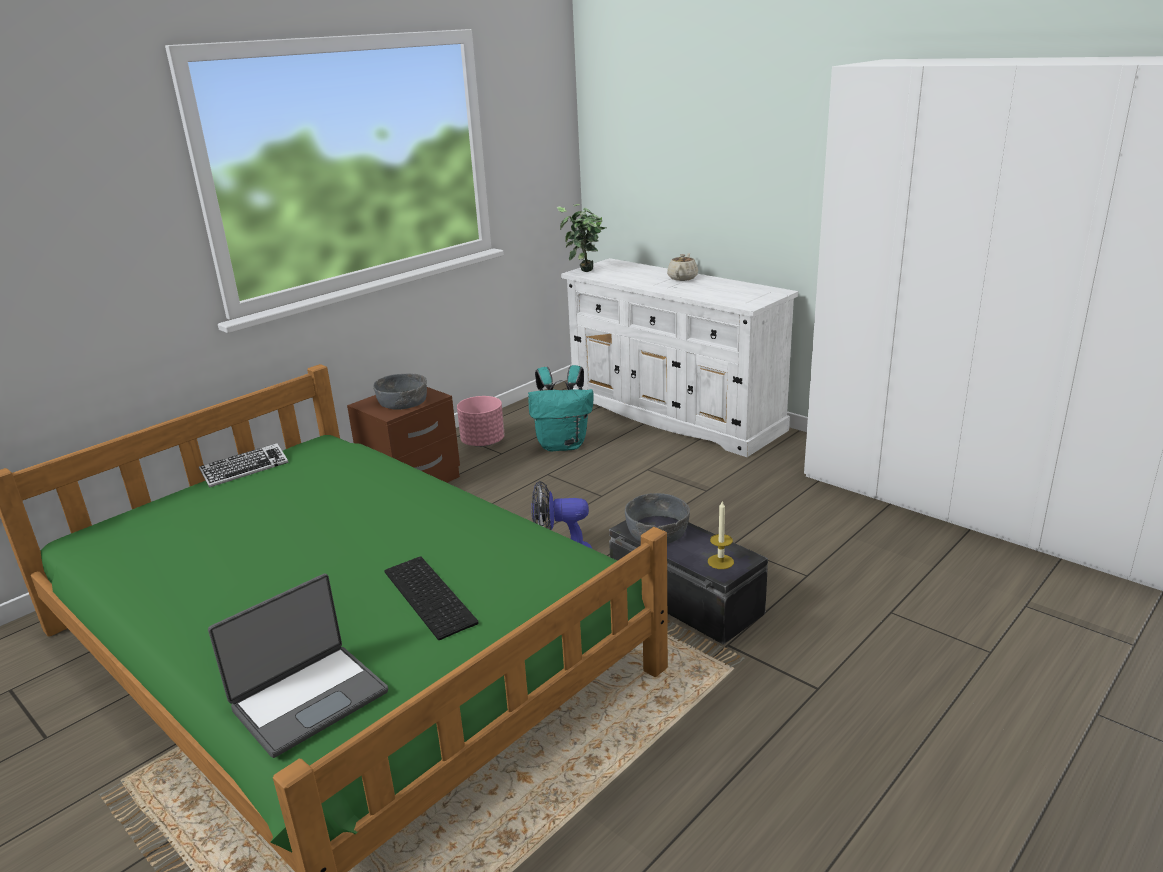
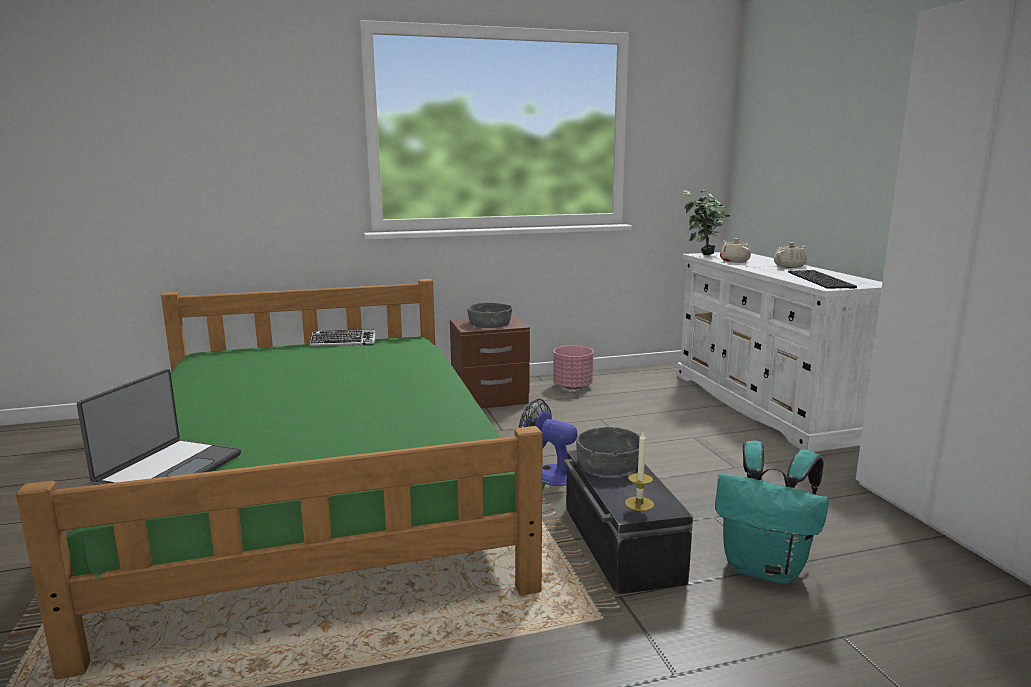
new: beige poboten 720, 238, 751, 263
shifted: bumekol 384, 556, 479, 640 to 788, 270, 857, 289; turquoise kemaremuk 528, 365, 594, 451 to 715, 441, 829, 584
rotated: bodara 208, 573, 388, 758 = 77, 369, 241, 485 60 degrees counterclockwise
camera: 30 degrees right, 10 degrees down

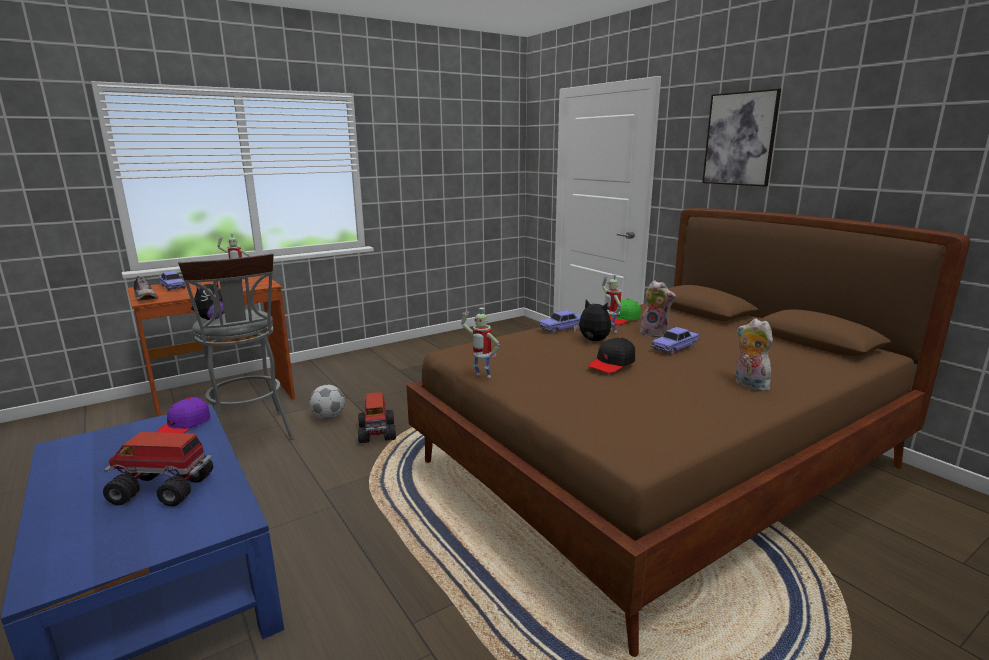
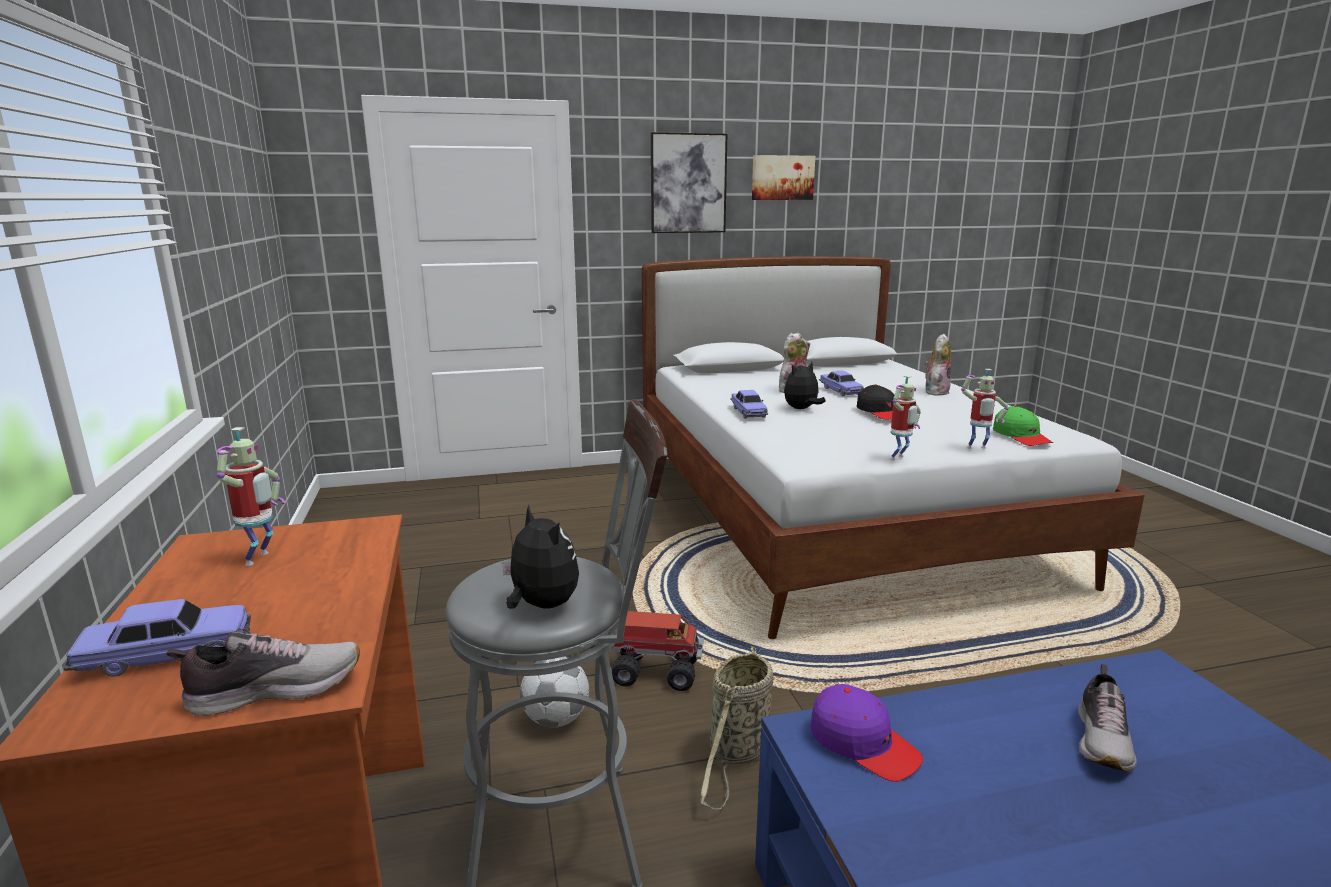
new: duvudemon 700, 646, 774, 809; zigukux 752, 155, 815, 200
shifted: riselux 602, 274, 621, 333 to 961, 369, 1009, 449; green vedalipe 610, 299, 641, 325 to 993, 406, 1053, 446
swapped: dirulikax 103, 432, 213, 506 to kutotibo 1078, 664, 1137, 772
repainted: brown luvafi 406, 208, 970, 657 to white luvafi 642, 256, 1145, 639
rotated: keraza 735, 318, 773, 392 = 925, 334, 951, 396 135 degrees clockwise
camera: 70 degrees left, 0 degrees up

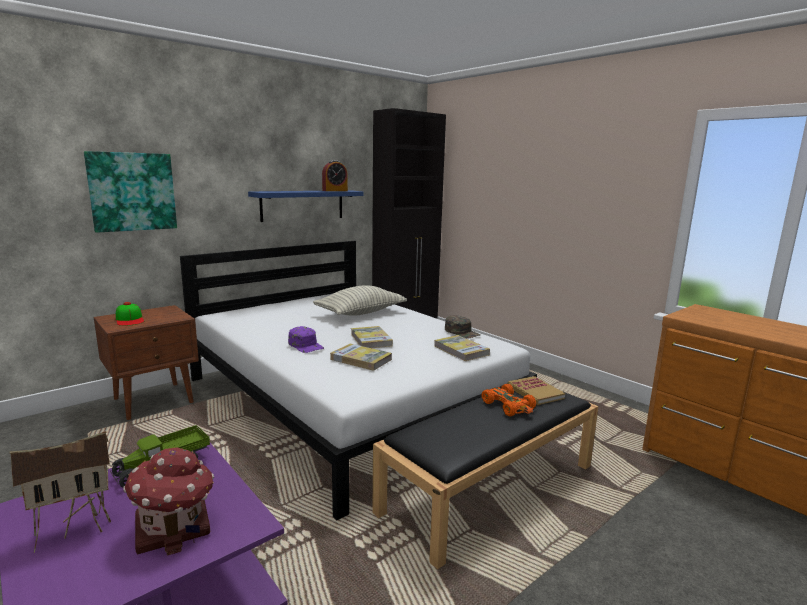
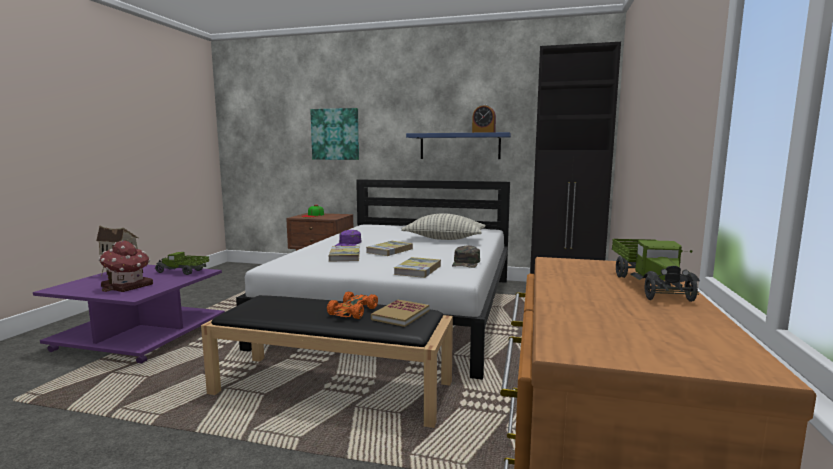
new: dirulikax 612, 239, 700, 302
camera: 55 degrees right, 5 degrees down

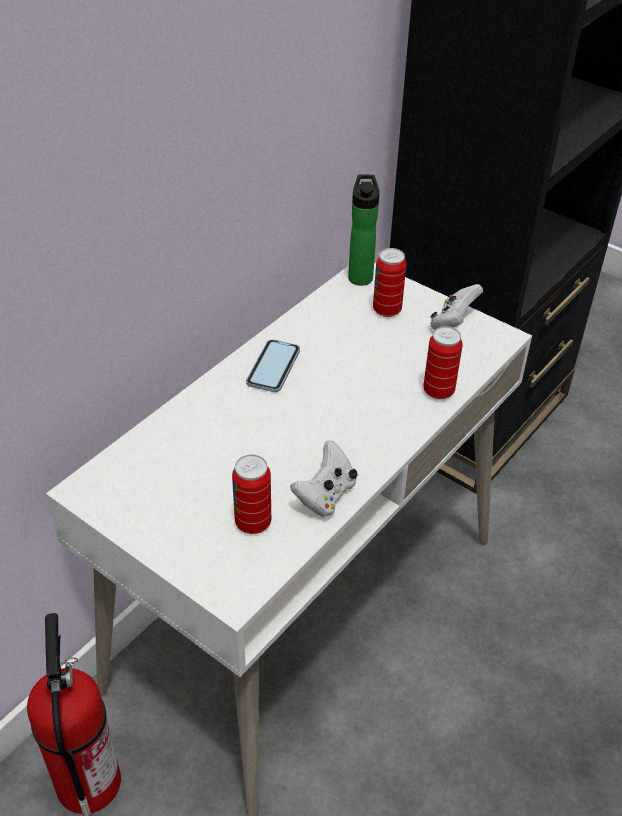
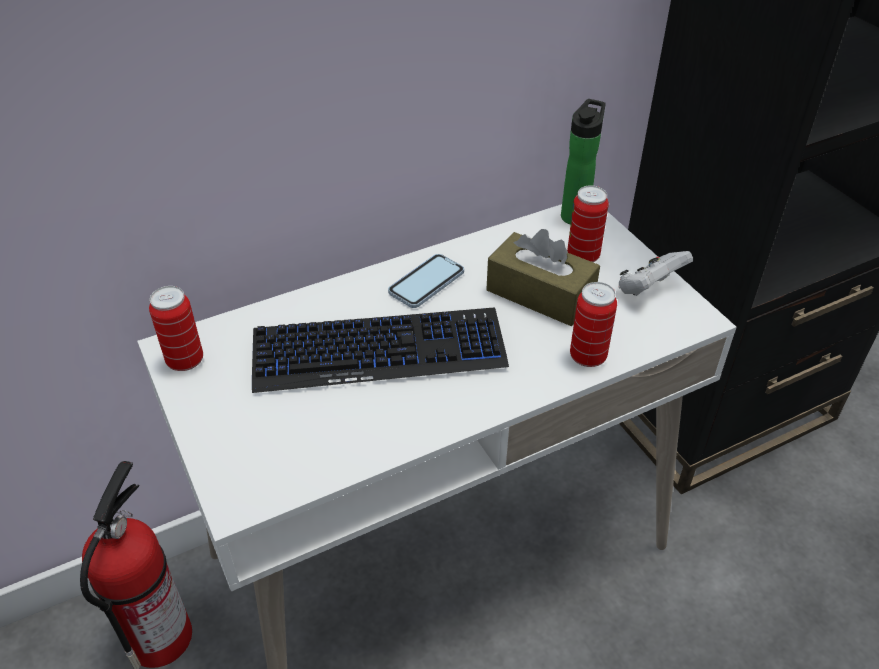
gone: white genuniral 290, 440, 358, 517
new: bumekol 252, 307, 509, 393; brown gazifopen 486, 229, 600, 326
shifted: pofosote 232, 454, 271, 534 to 149, 286, 203, 371
camera: 25 degrees right, 0 degrees up

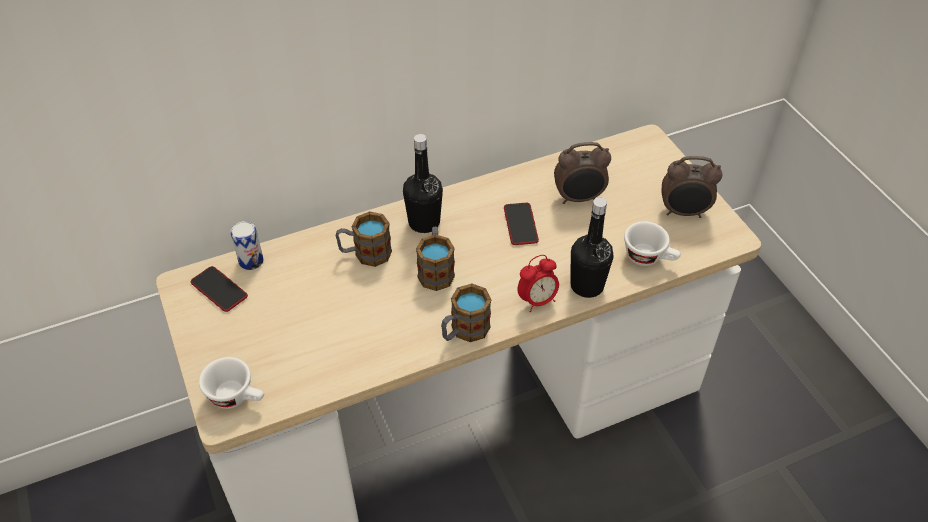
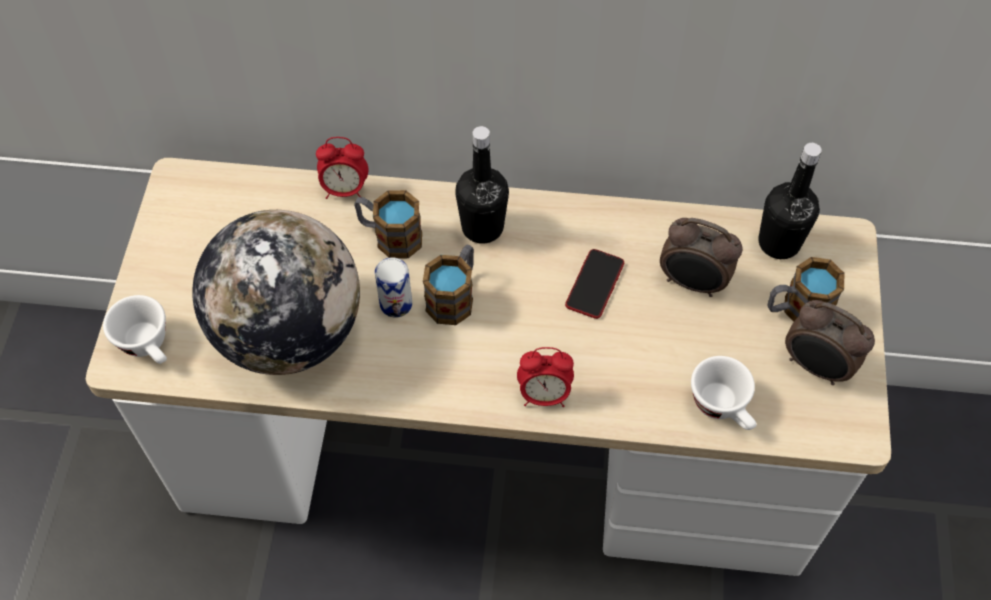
gone: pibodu 191, 266, 248, 312
new: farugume 192, 210, 360, 375; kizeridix 316, 137, 368, 199
shifted: pofosote 230, 221, 264, 270 to 375, 257, 412, 318; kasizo 441, 284, 491, 342 to 767, 257, 844, 321; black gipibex 570, 197, 613, 298 to 758, 143, 822, 259
camera: 30 degrees right, 10 degrees up

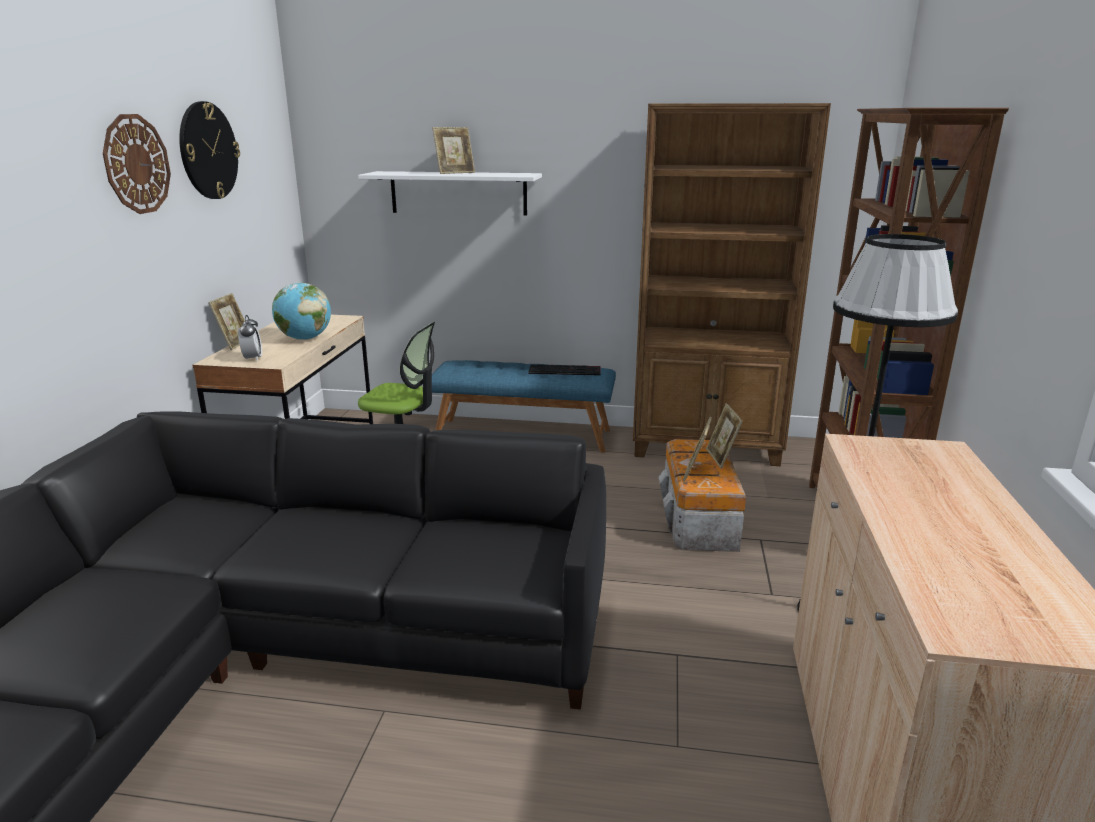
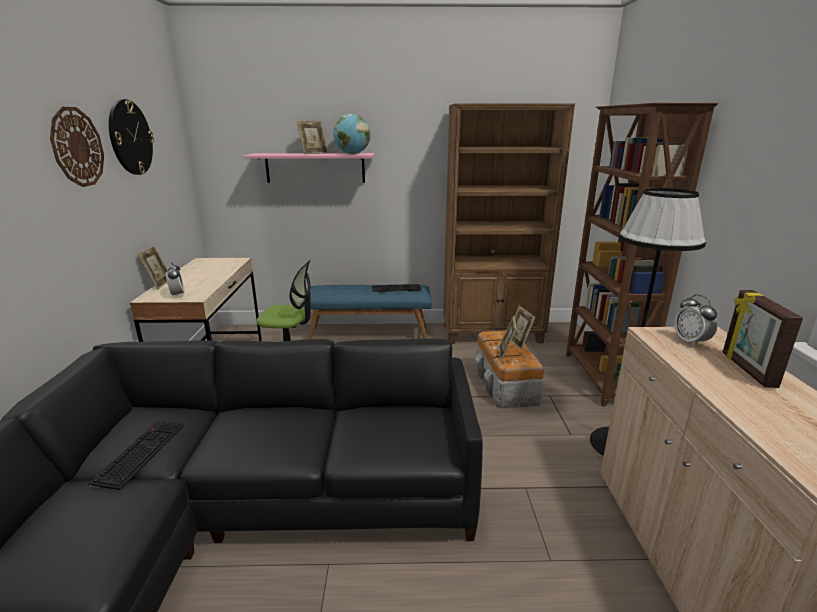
new: bumekol 88, 420, 184, 490; kizeridix 674, 294, 717, 347; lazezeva 723, 290, 803, 388
shifted: farugume 272, 283, 331, 340 to 333, 114, 371, 154
repainted: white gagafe 358, 171, 542, 215 to pink gagafe 243, 153, 375, 183
camera: 10 degrees left, 0 degrees up

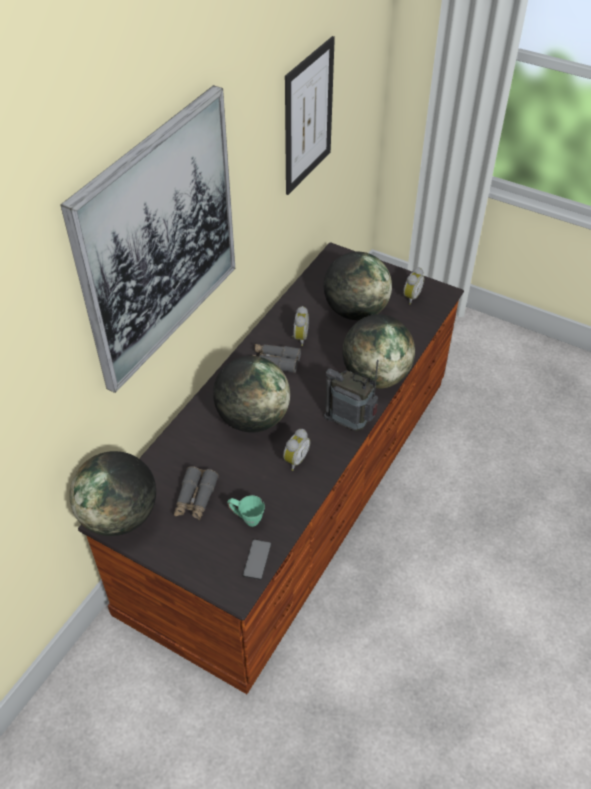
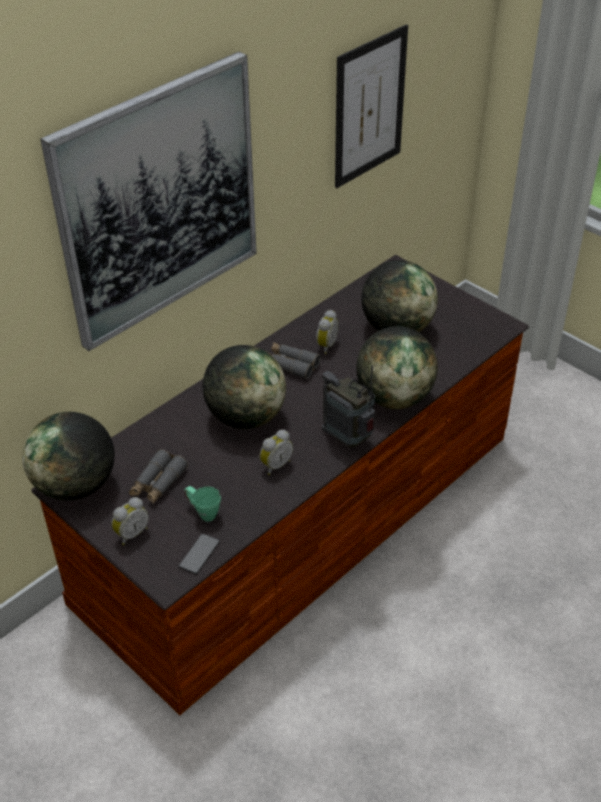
shifted: kizeridix 403, 267, 424, 305 to 112, 497, 149, 545
camera: 15 degrees right, 5 degrees down

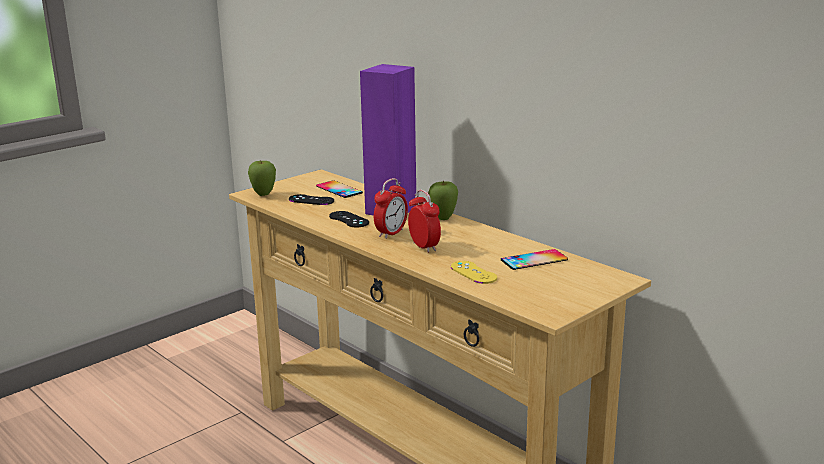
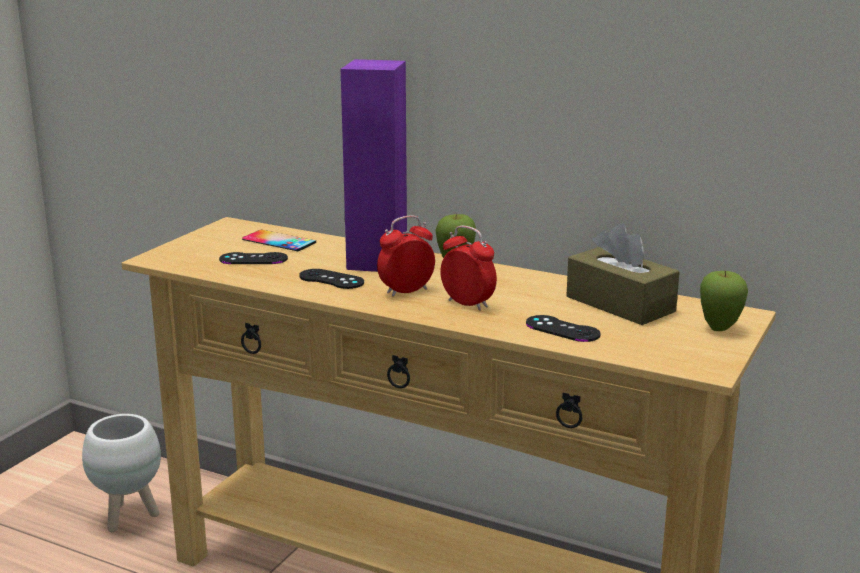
new: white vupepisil 82, 414, 161, 532
shifted: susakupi 248, 160, 276, 196 to 700, 271, 748, 331
swapped: pibodu 501, 249, 568, 270 to brown gazifopen 566, 224, 680, 325
repainted: yellow genuniral 451, 261, 497, 284 to black genuniral 526, 315, 601, 342
rotated: kizeridix 374, 178, 408, 239 = 377, 215, 435, 297 135 degrees counterclockwise
camera: 20 degrees left, 0 degrees up

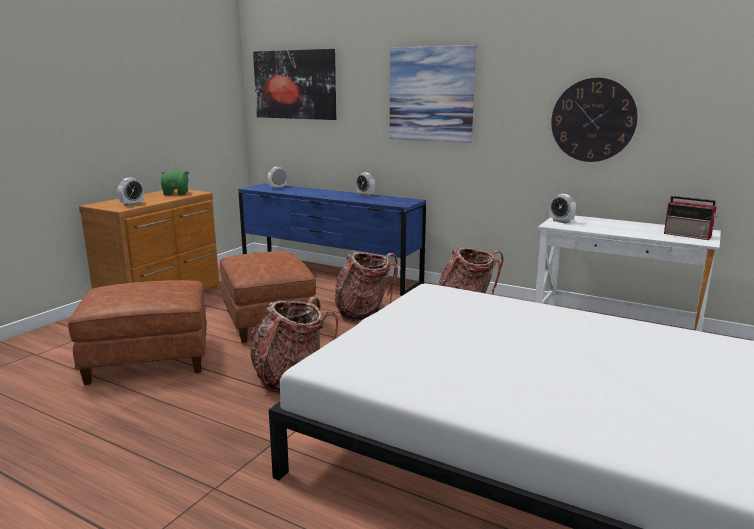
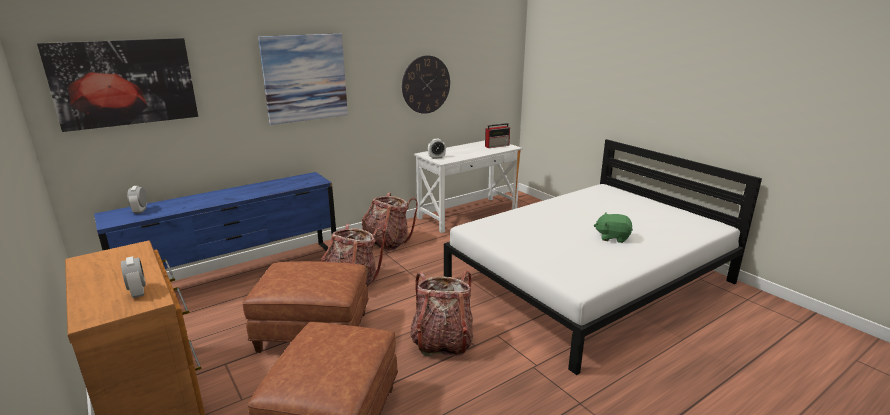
gone: kizeridix 356, 172, 375, 196
shifted: green keraza 161, 170, 189, 195 to 594, 212, 633, 243
camera: 65 degrees left, 5 degrees up

